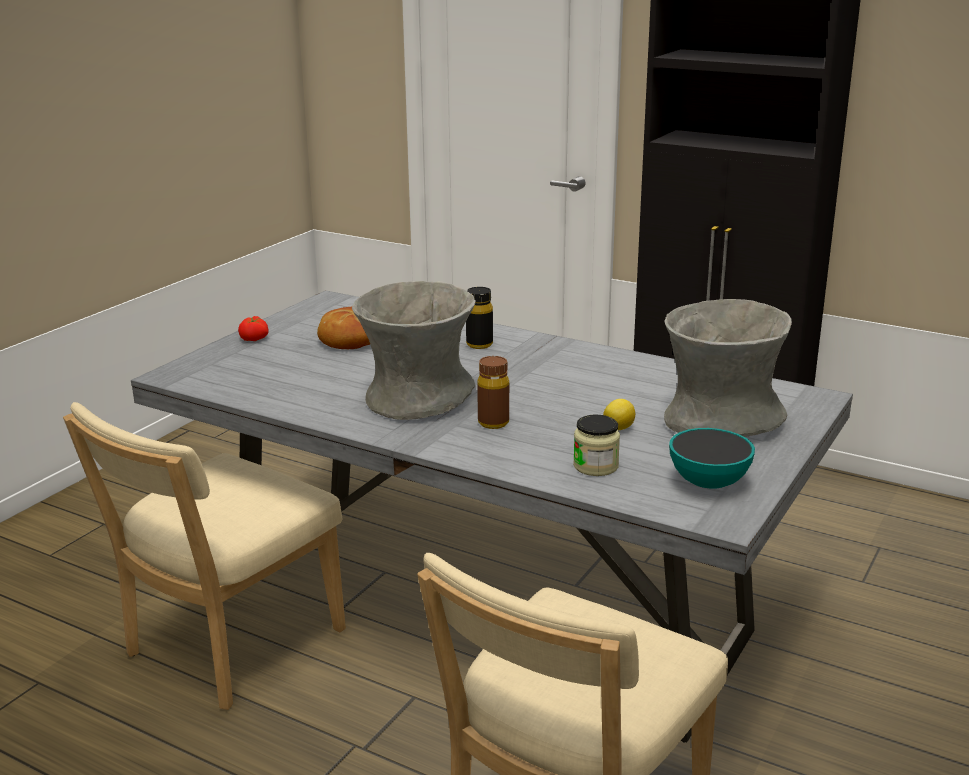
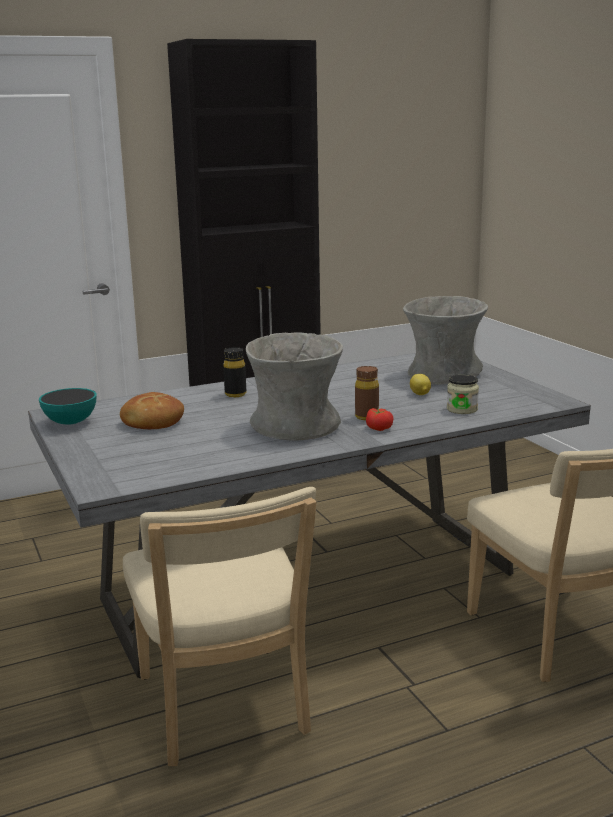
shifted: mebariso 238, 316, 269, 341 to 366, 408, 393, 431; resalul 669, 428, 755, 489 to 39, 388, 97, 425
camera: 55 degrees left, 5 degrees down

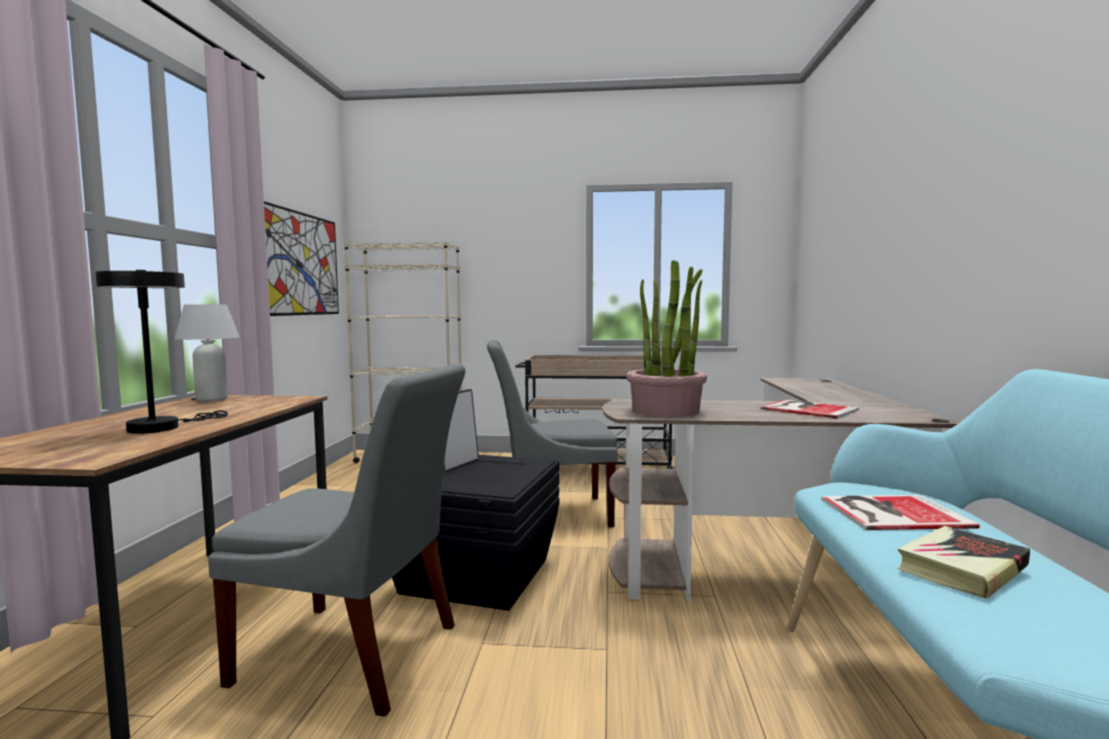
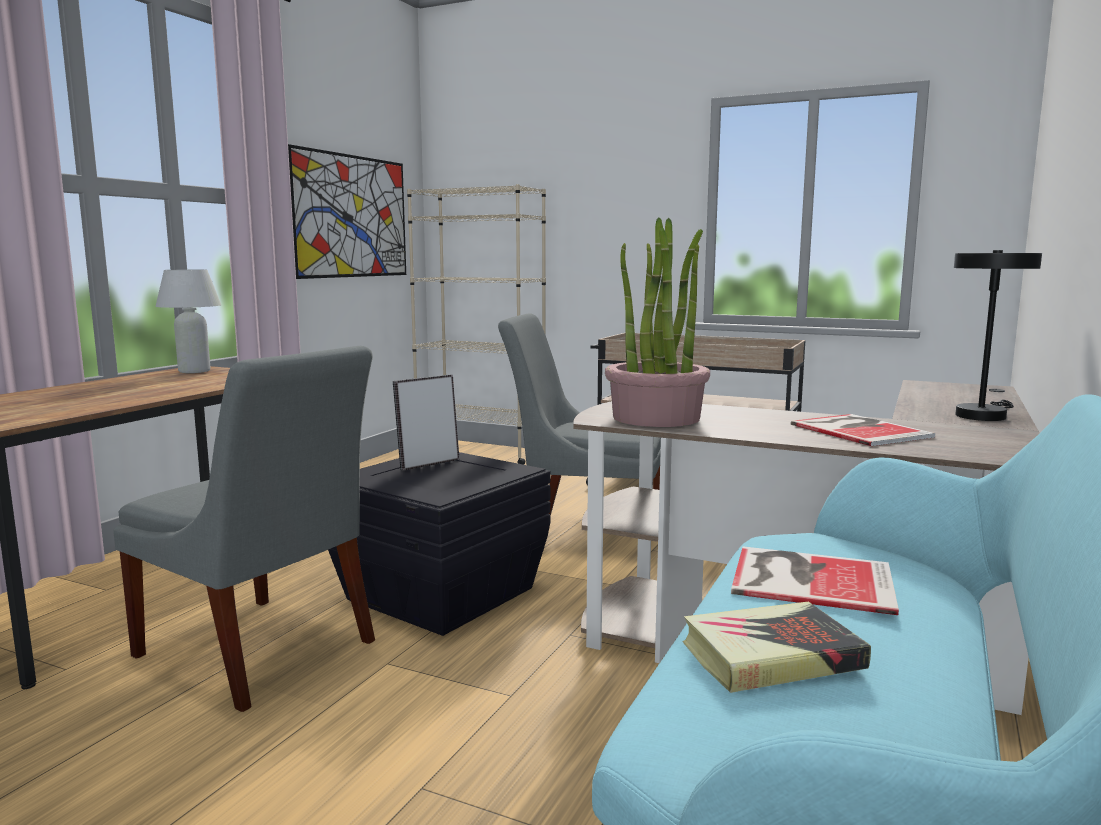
shifted: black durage 95, 270, 228, 434 to 954, 250, 1042, 421
camera: 20 degrees right, 5 degrees up

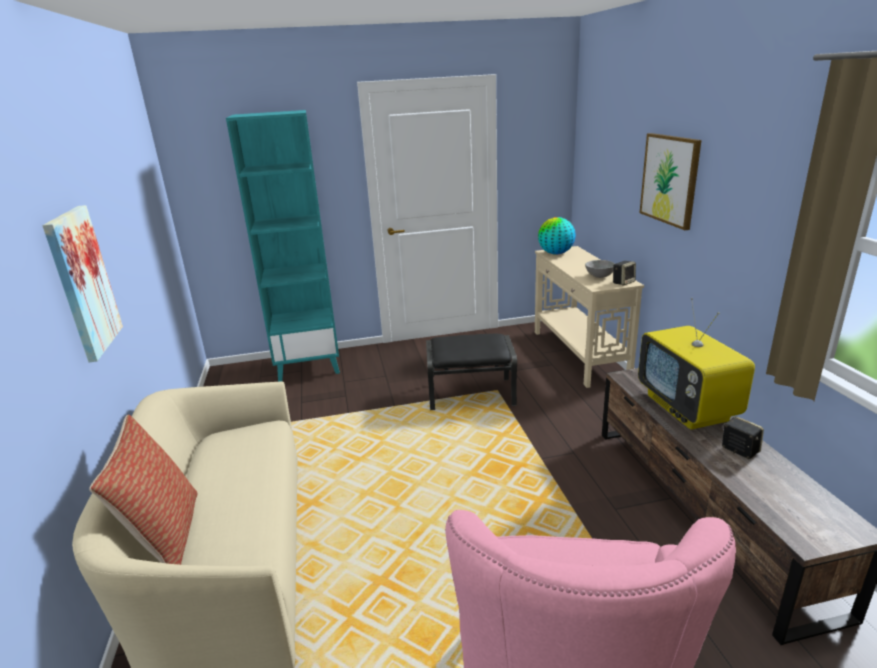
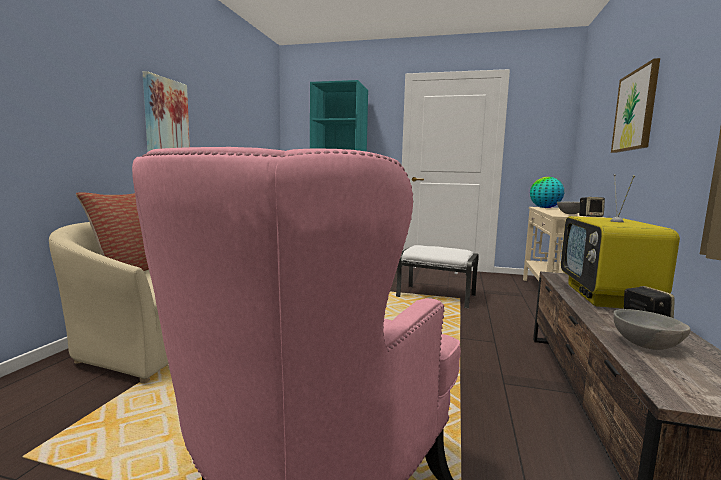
new: grey resalul 613, 309, 690, 350
repainted: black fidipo 426, 334, 517, 410 to white fidipo 396, 245, 479, 308
camera: 25 degrees right, 15 degrees down

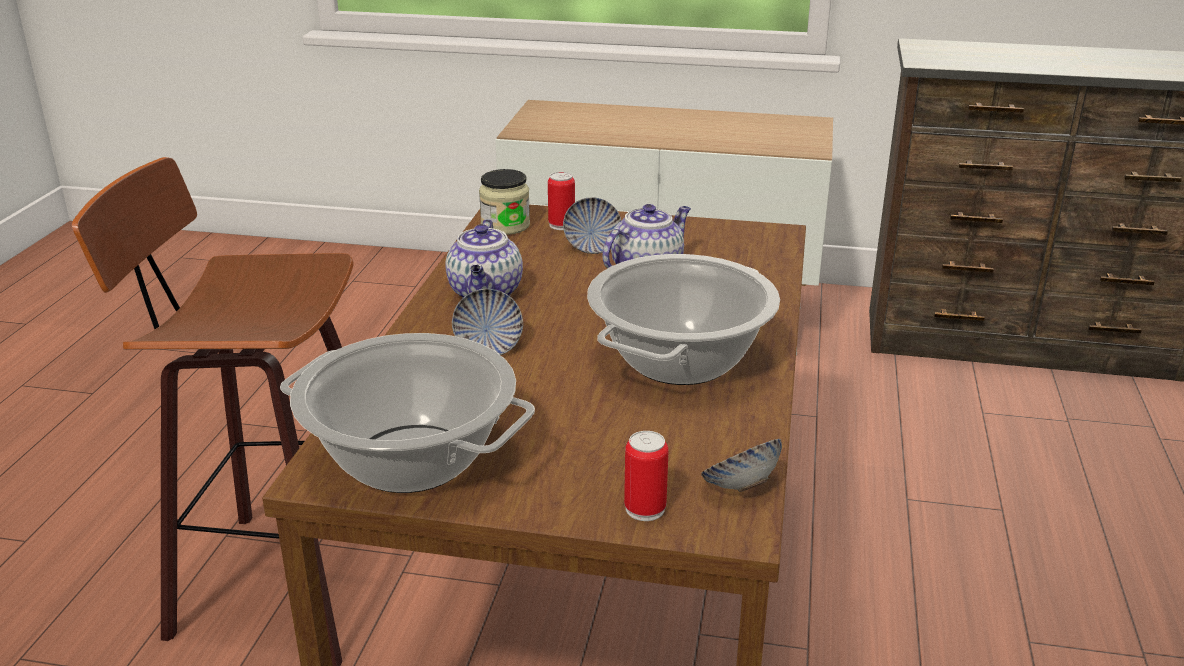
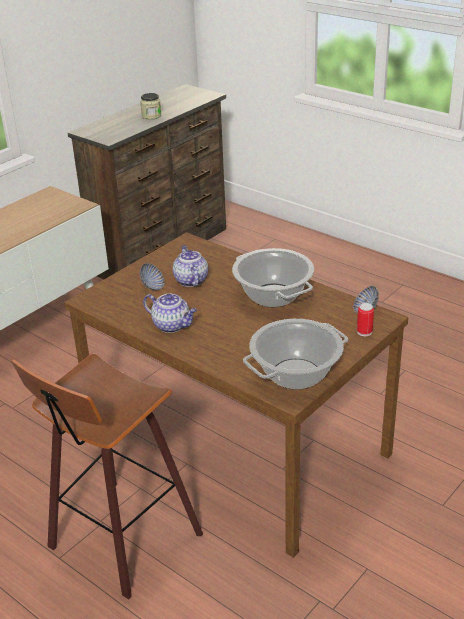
gone: resalul 452, 289, 523, 355; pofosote 548, 172, 575, 230
shifted: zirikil 479, 169, 530, 235 to 140, 93, 161, 120
camera: 60 degrees left, 5 degrees up

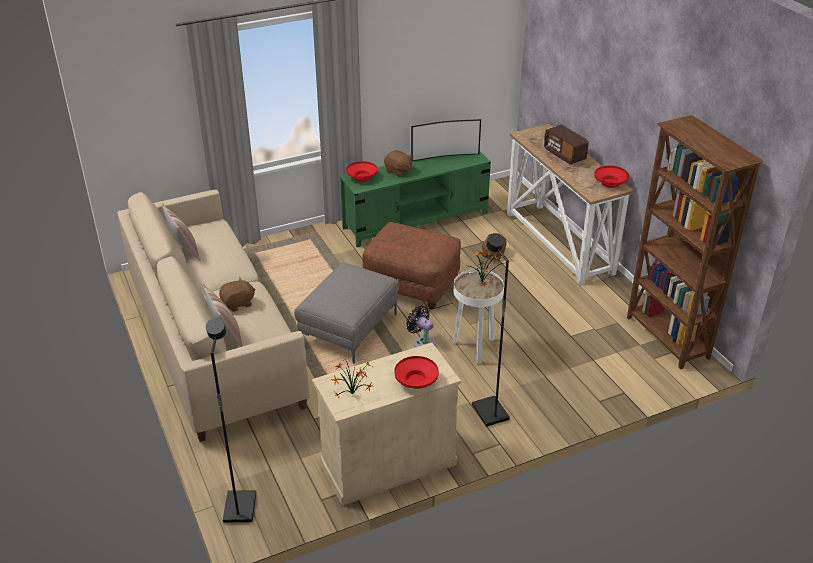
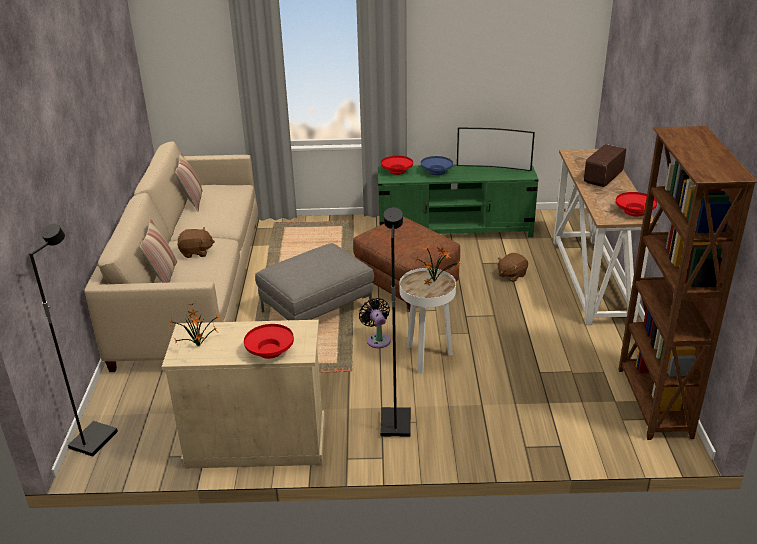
swapped: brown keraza 384, 150, 412, 176 to blue resalul 421, 156, 453, 175
rotated: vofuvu 544, 125, 589, 164 = 584, 144, 626, 187 45 degrees clockwise
camera: 25 degrees right, 5 degrees down

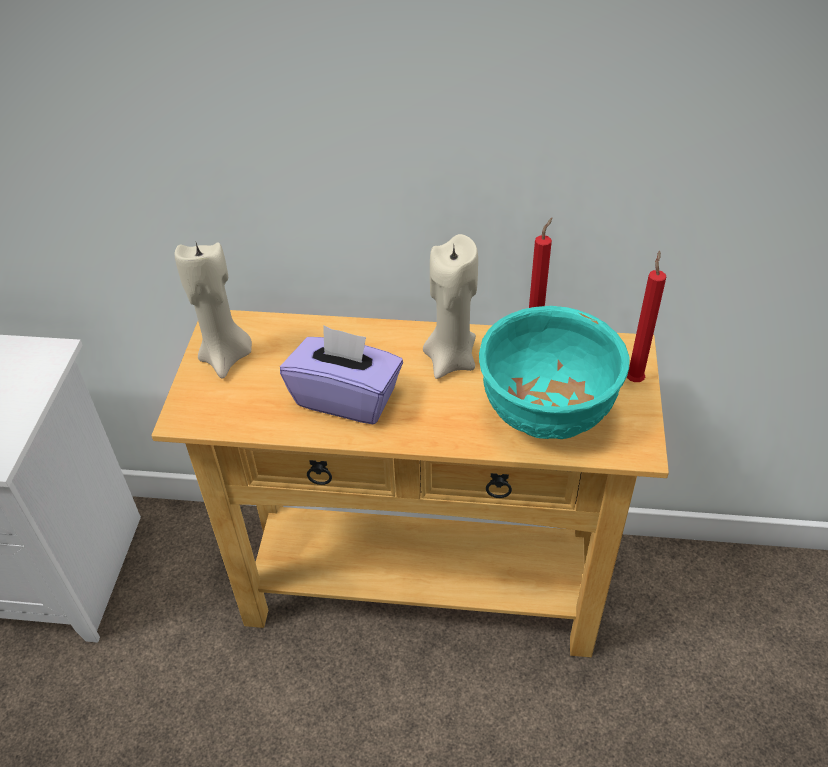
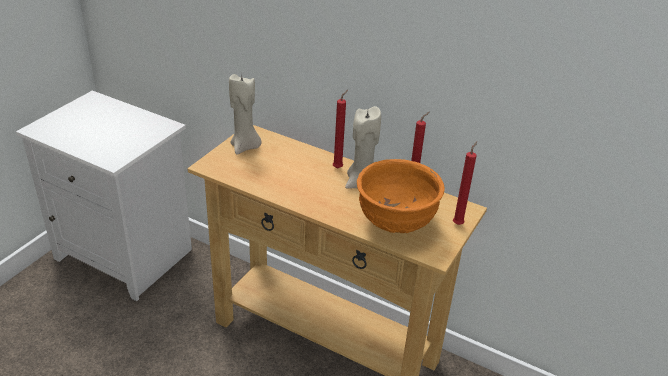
gone: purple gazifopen 280, 325, 403, 424
new: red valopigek 333, 90, 348, 168
repainted: turquoise resalul 479, 306, 630, 439 to orange resalul 357, 159, 445, 233
camera: 20 degrees right, 10 degrees down

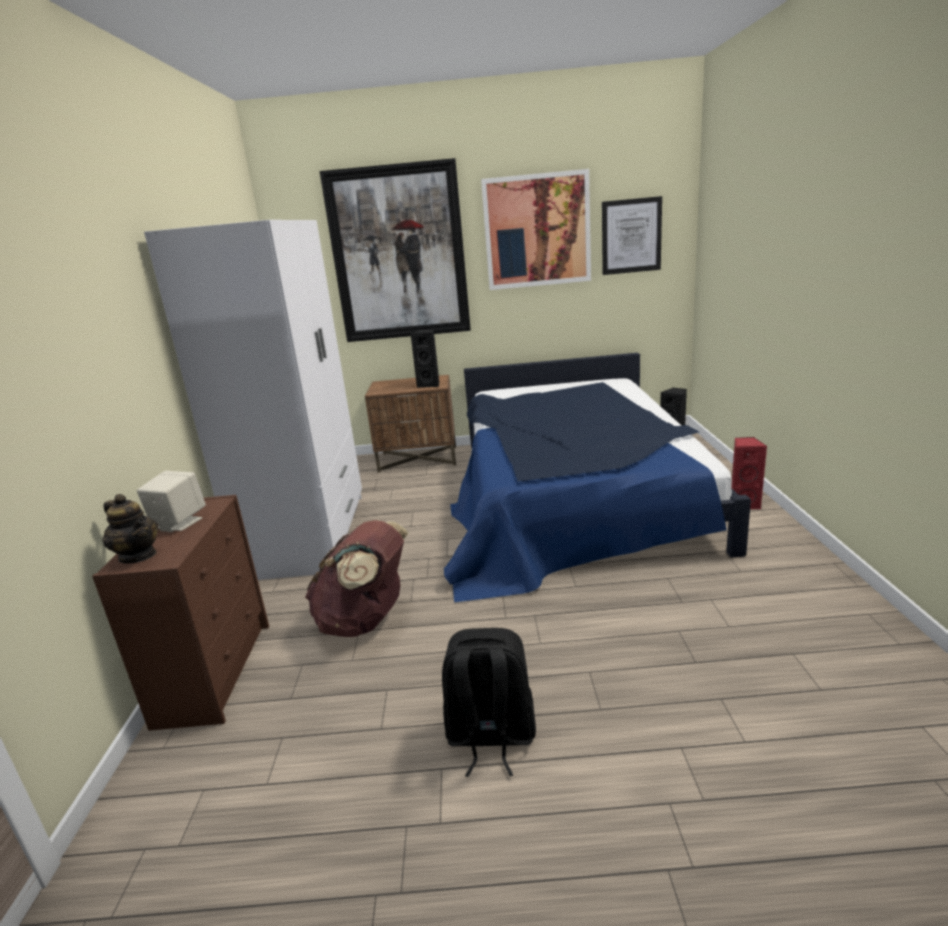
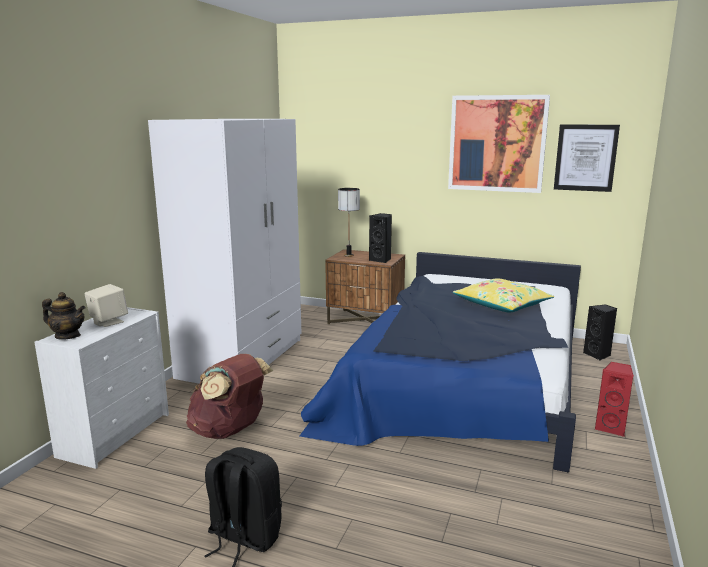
gone: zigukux 320, 158, 471, 342
new: durage 338, 188, 360, 257; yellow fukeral 453, 278, 554, 313
repainted: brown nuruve 92, 495, 269, 731 to white nuruve 34, 307, 169, 469
rotated: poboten 102, 494, 158, 563 = 42, 292, 85, 340 45 degrees counterclockwise
camera: 20 degrees right, 5 degrees down

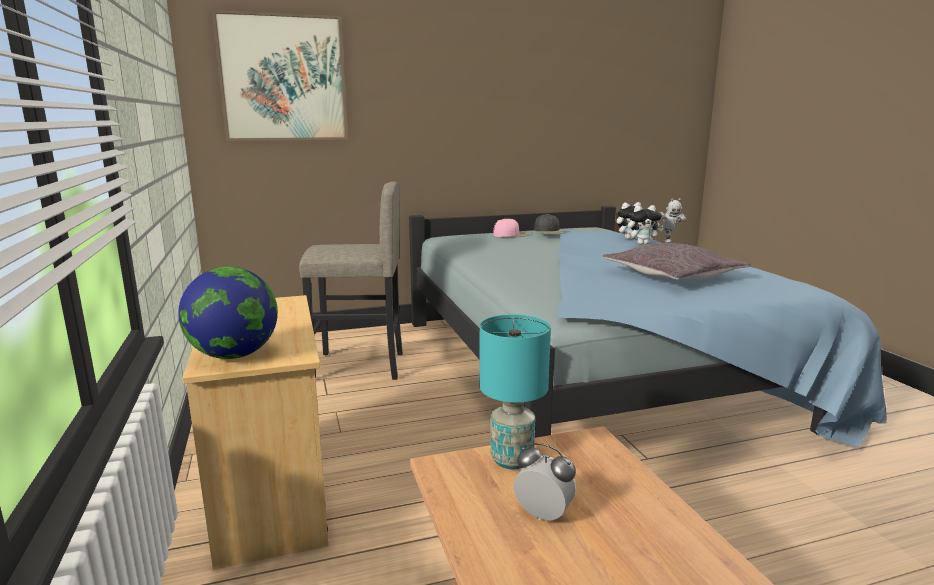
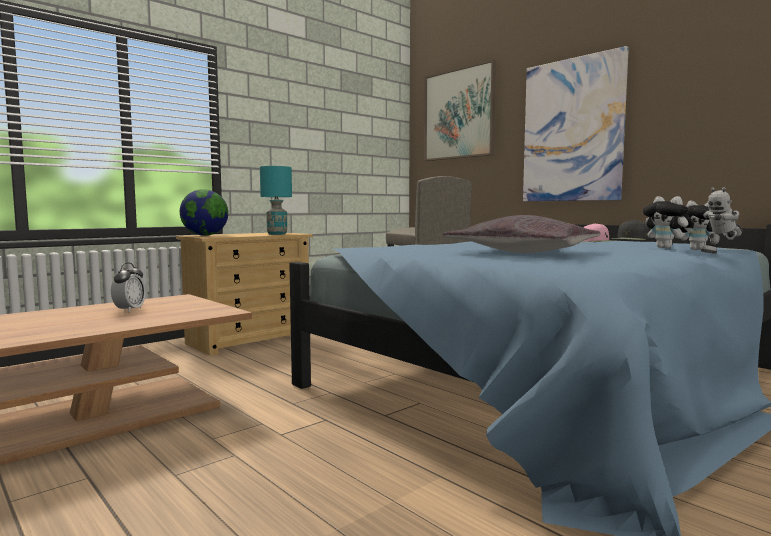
new: zigukux 523, 46, 629, 201
shifted: turquoise durage 479, 314, 551, 469 to 260, 166, 292, 235
camera: 65 degrees right, 10 degrees down

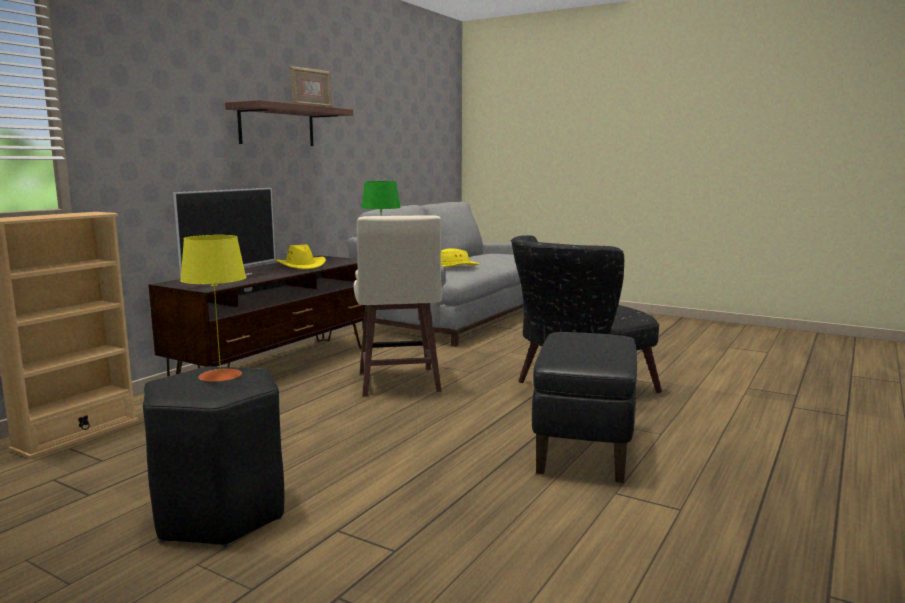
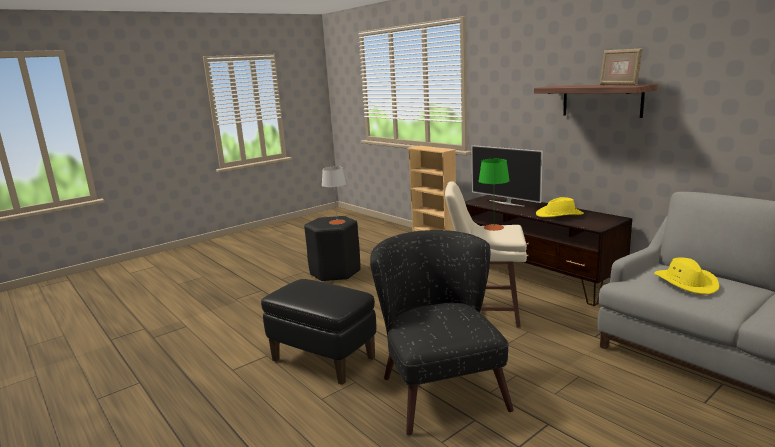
repainted: yellow durage 180, 235, 246, 382 to grey durage 322, 166, 346, 224
camera: 110 degrees right, 5 degrees up

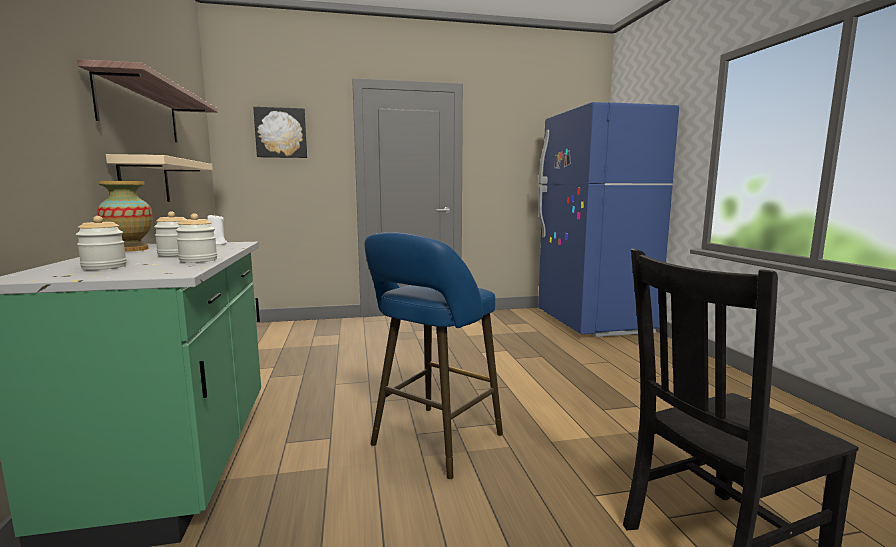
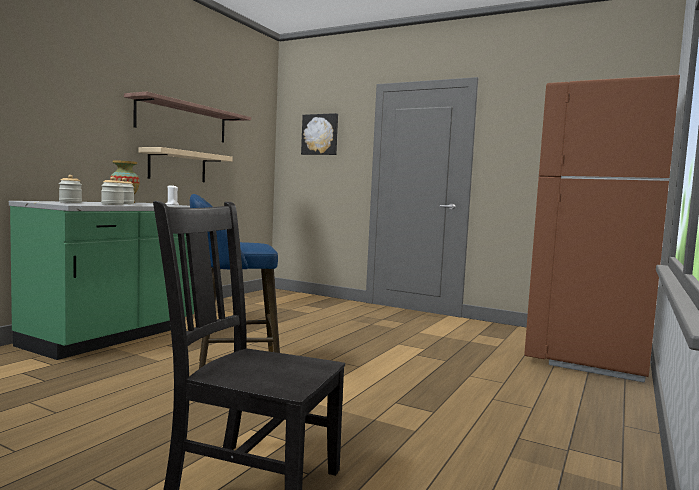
repainted: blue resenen 538, 102, 679, 337 to brown resenen 524, 75, 680, 382
camera: 40 degrees right, 5 degrees down

